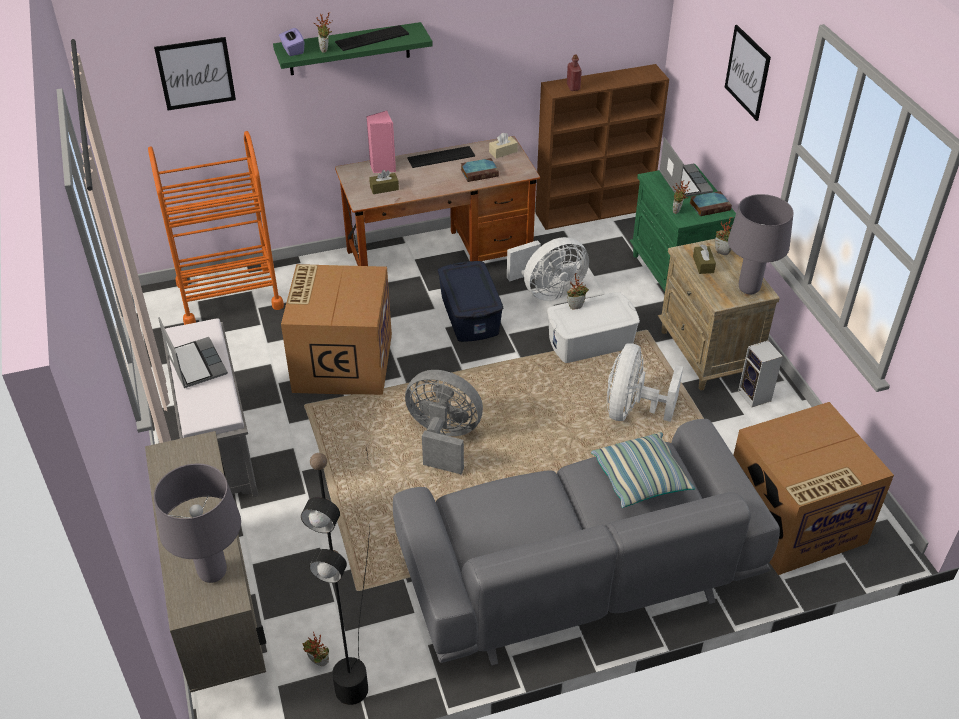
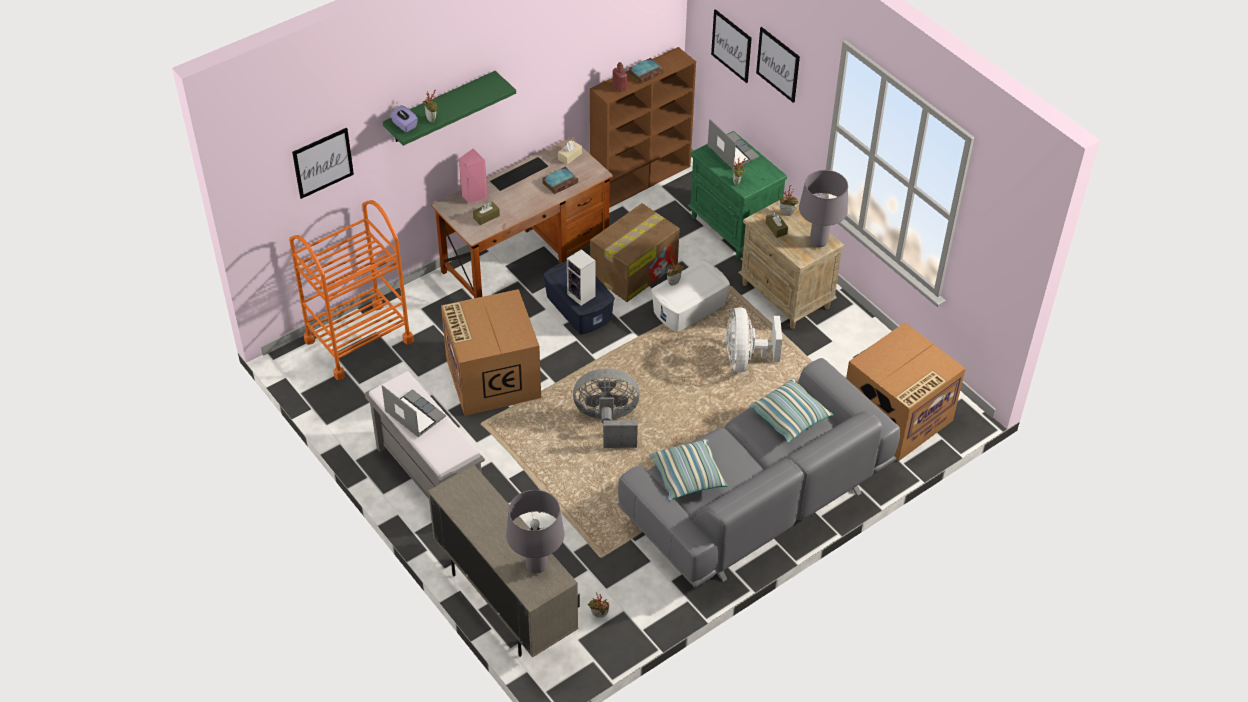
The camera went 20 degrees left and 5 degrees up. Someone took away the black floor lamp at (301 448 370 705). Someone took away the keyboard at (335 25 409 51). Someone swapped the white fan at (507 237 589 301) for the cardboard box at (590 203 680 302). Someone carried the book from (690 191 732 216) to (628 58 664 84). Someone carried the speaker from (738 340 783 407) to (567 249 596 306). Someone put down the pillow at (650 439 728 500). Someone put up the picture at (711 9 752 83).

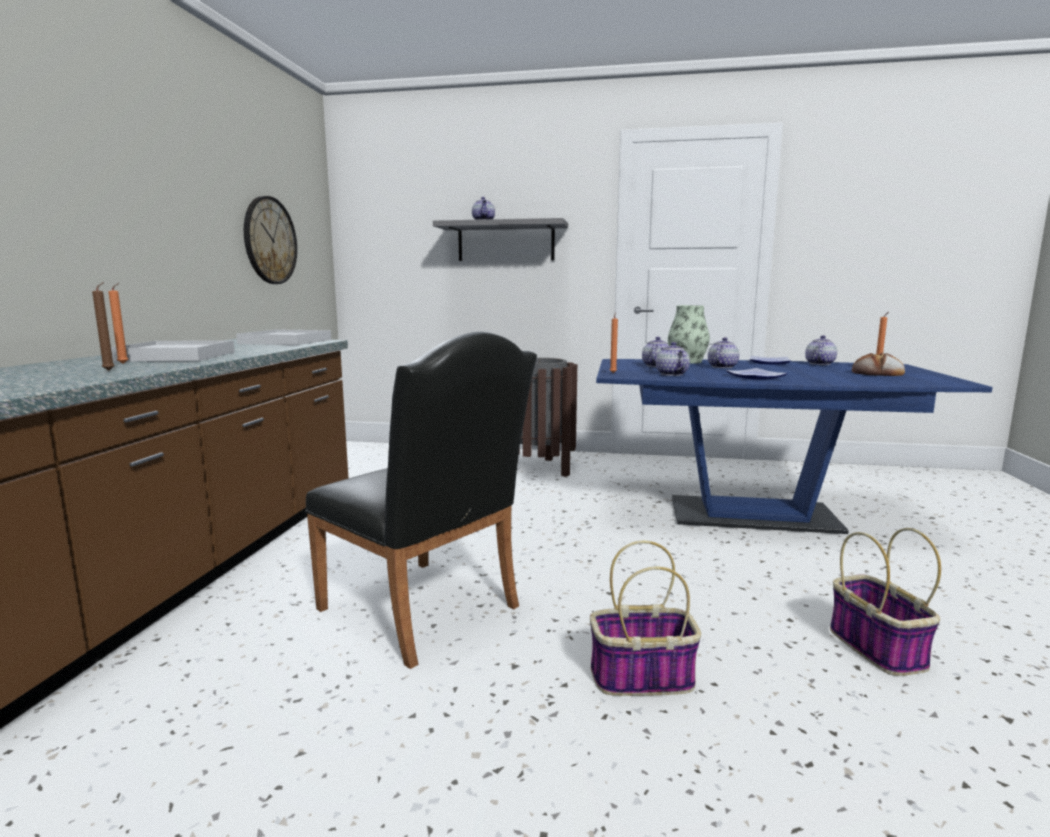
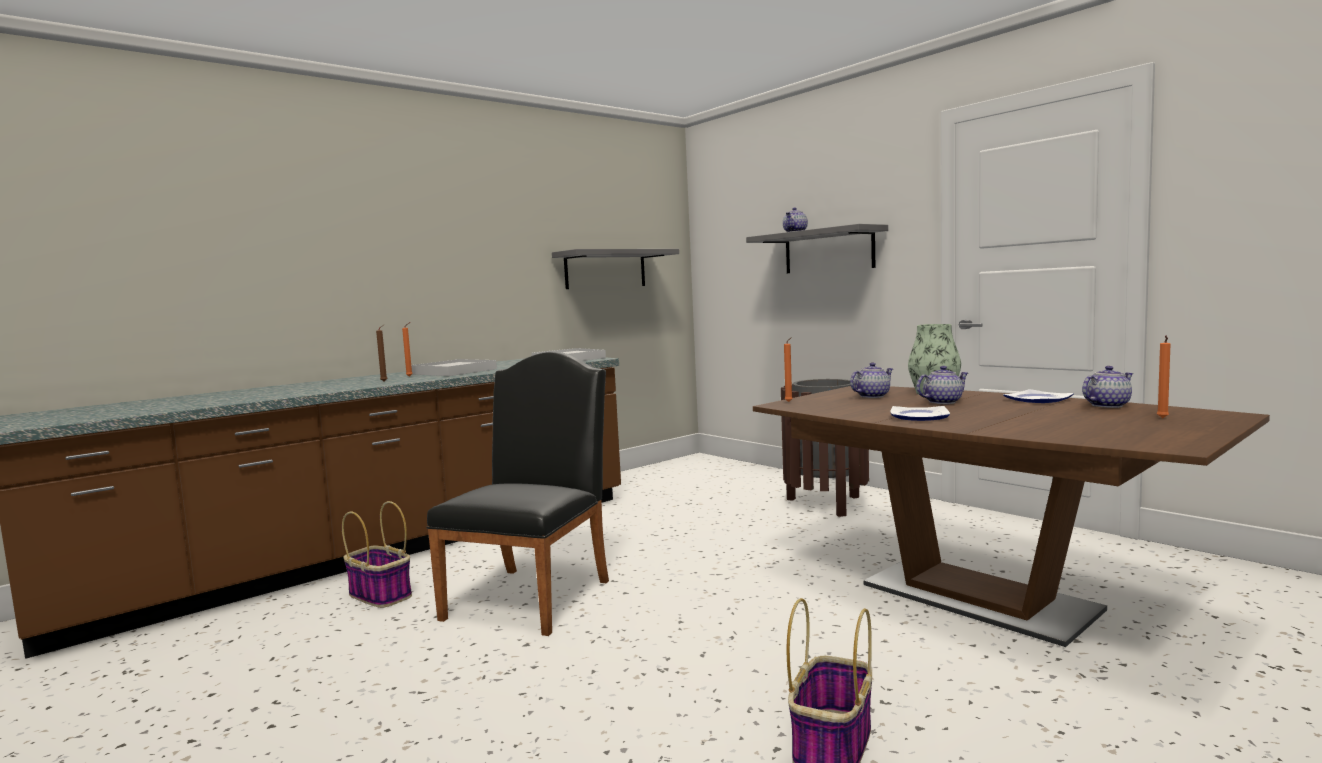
The camera went 40 degrees right and 5 degrees down. Someone swapped the wall clock at (244 196 297 284) for the grey shelf at (552 249 679 289). Someone rotated the black chair at (305 332 537 669) by 150 degrees counterclockwise. Someone carried the basket from (590 541 701 696) to (342 501 412 608). Someone repainted the blue dining table at (596 359 993 534), which became the brown dining table at (753 385 1270 647). Someone took away the teapot at (656 342 690 376). Someone took away the bread at (852 353 905 376).

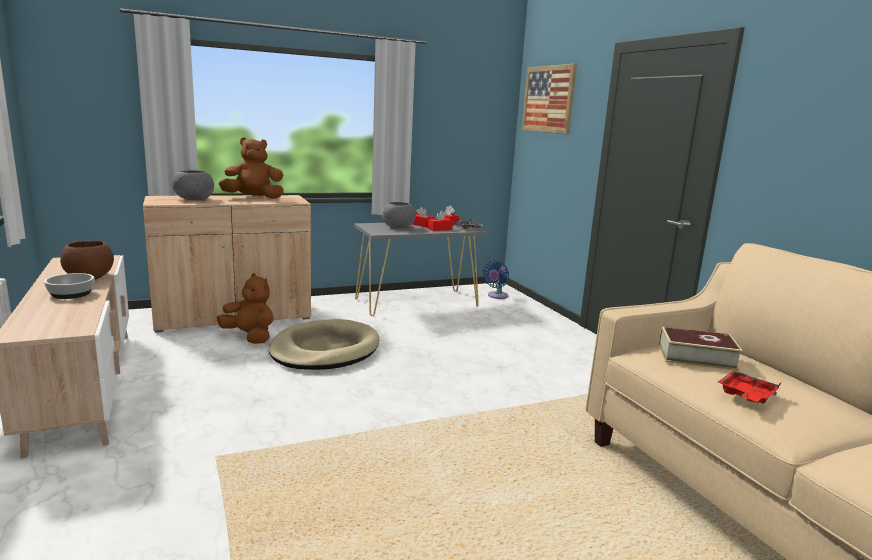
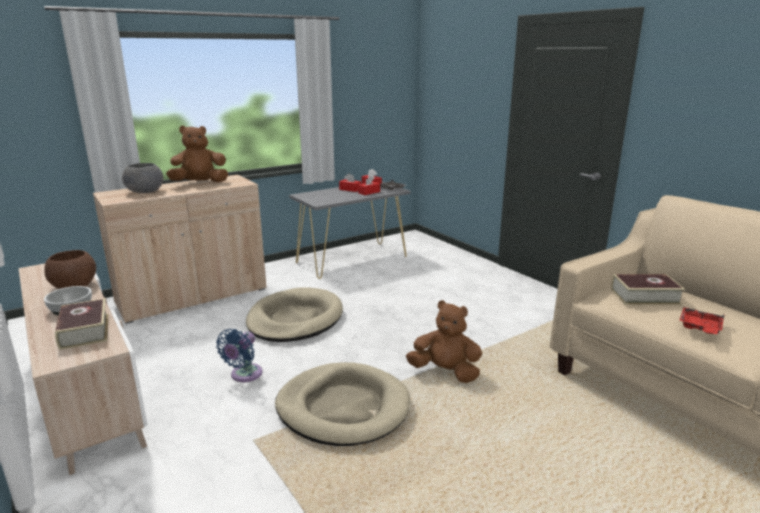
The camera went 10 degrees left and 5 degrees up. Someone carried the brown plush toy from (217 273 274 344) to (406 300 482 383). Someone took away the grey bowl at (382 202 416 229). Someone carried the blue fan from (483 260 509 299) to (216 329 262 382). Someone took away the picture at (522 64 577 135). Someone put down the book at (55 298 109 350). Someone put down the beige dog bed at (275 362 410 446).

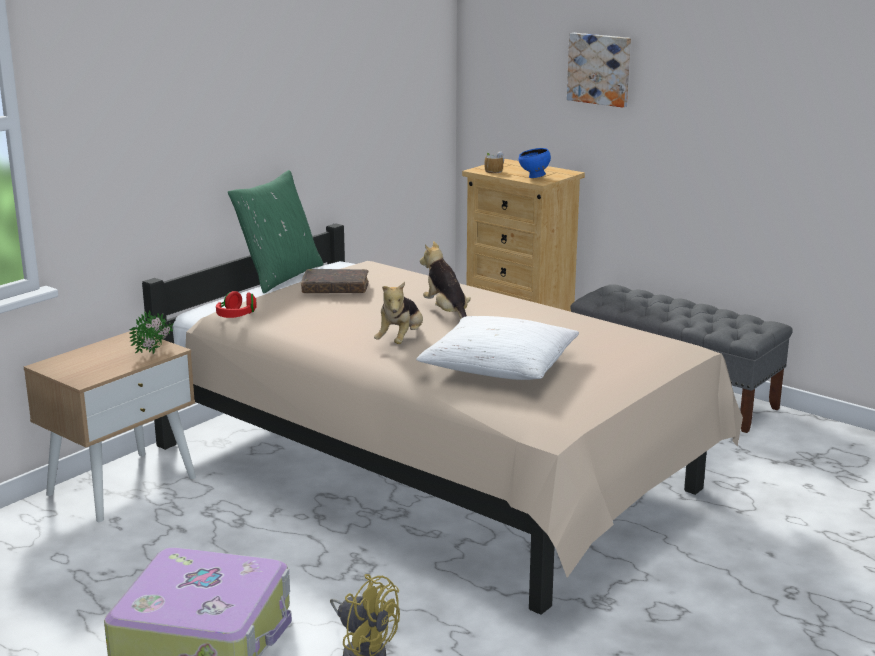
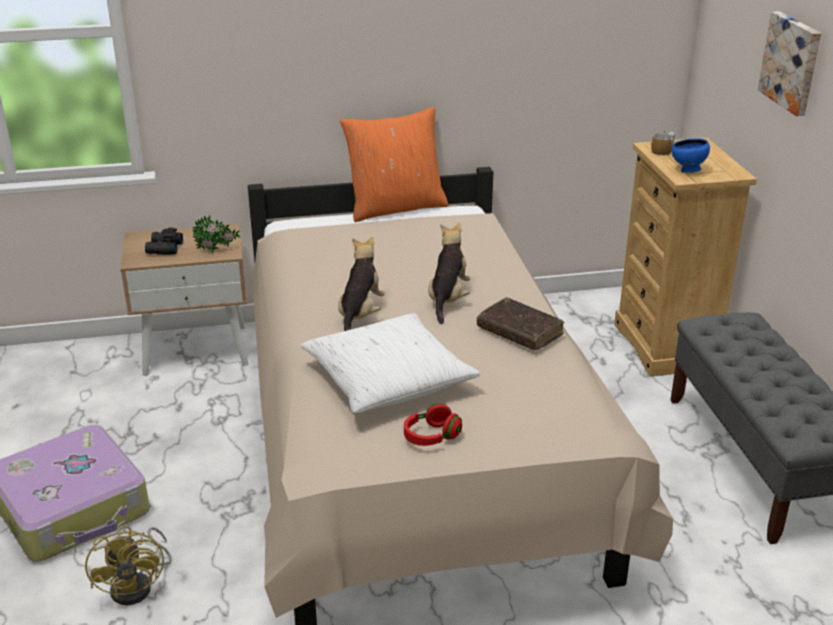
The camera went 40 degrees right and 10 degrees up. Someone carried the red headphones from (216 291 257 318) to (404 403 462 446). Someone repainted the green pillow at (228 170 323 293), which became the orange pillow at (340 107 448 222). Someone carried the brown book from (301 269 369 293) to (477 297 564 351). Someone rotated the plush toy at (374 282 423 344) by 135 degrees clockwise. Someone put down the black binoculars at (145 228 183 255).

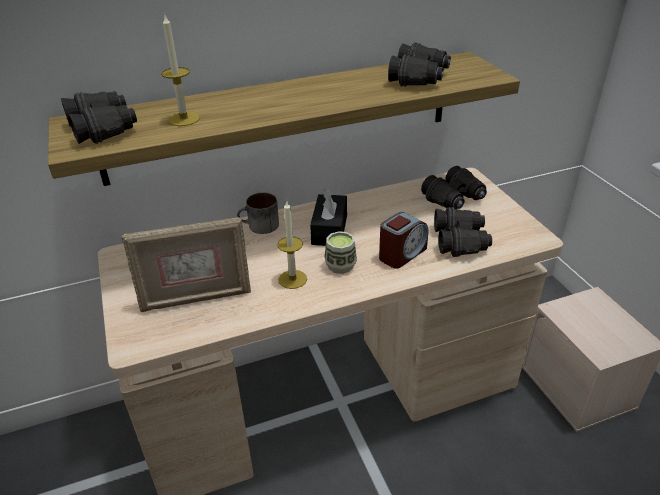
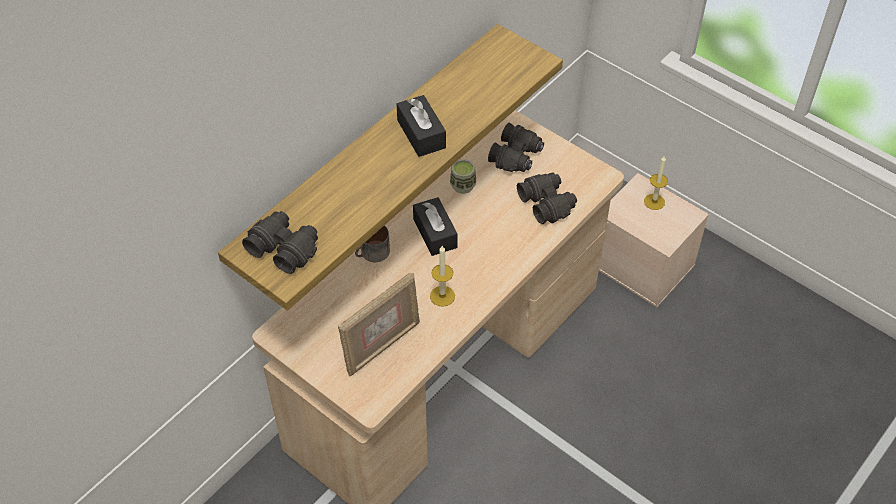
The camera went 30 degrees left and 15 degrees up. Someone carried the candle from (161 15 200 126) to (644 155 668 210). Someone carried the cup from (325 231 357 274) to (450 159 476 194). Someone took away the alarm clock at (379 212 428 269). Someone took away the black binoculars at (388 43 451 87). Someone put down the black tissue box at (397 95 446 157).

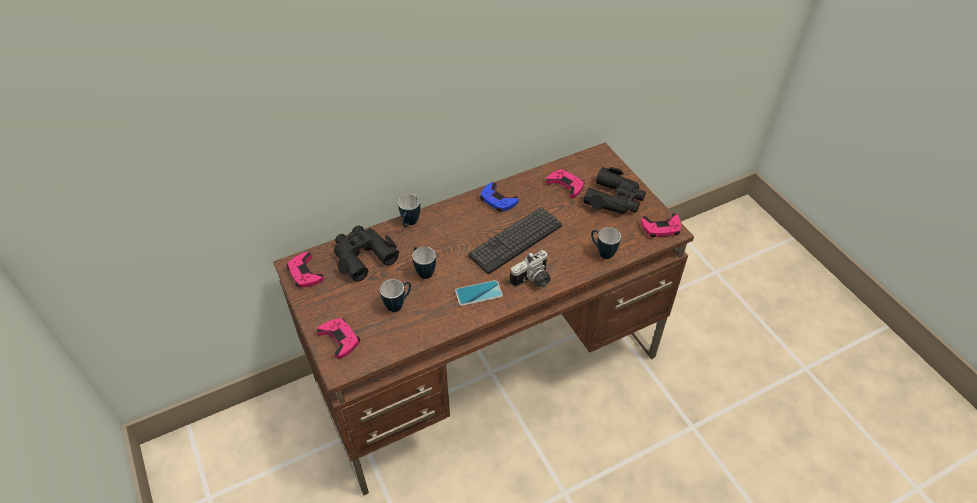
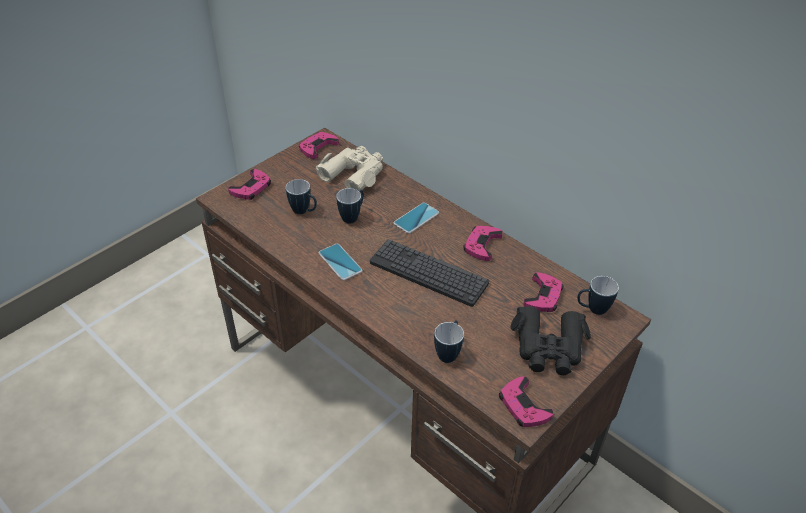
The camera went 70 degrees right and 5 degrees down. Someone repainted the black binoculars at (334 225 399 282), which became the beige binoculars at (315 146 383 191). Someone carried the mug from (398 194 420 227) to (577 276 619 315). Someone repainted the blue game controller at (480 182 519 212), which became the pink game controller at (463 226 503 261). Someone took away the photo camera at (510 250 551 288). Someone put down the phone at (393 202 439 234).

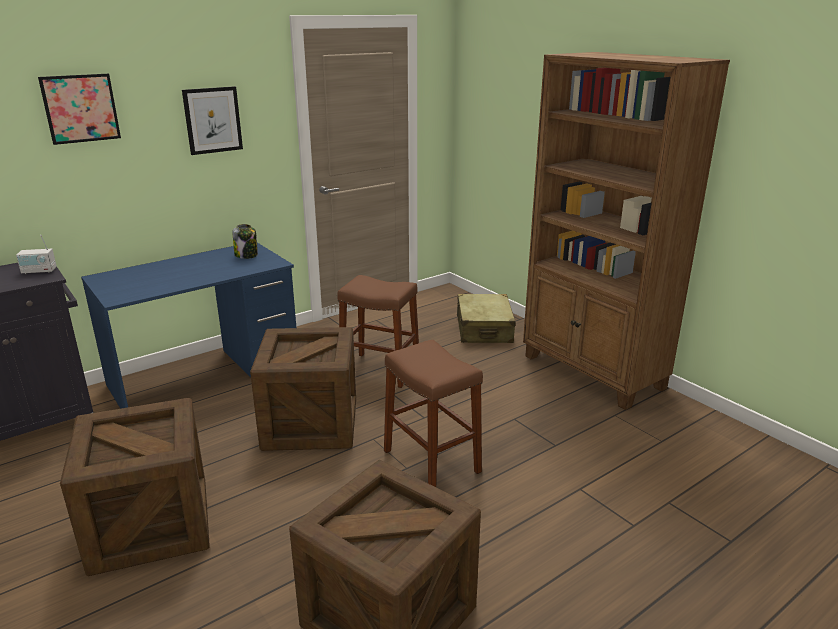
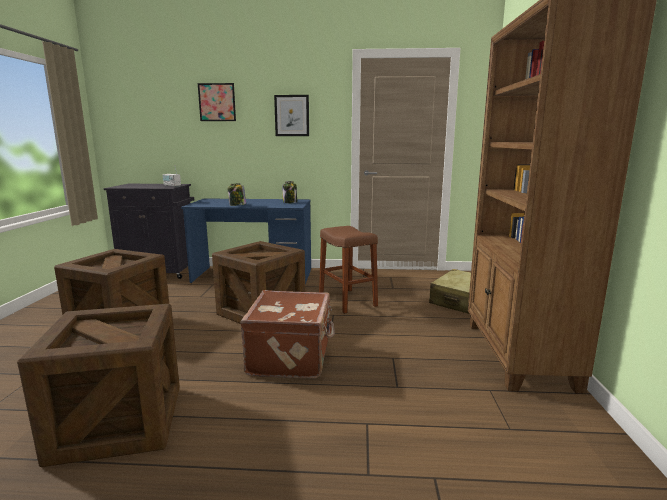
The camera went 40 degrees right and 10 degrees down. Someone swapped the brown stool at (384 340 483 487) for the brown suitcase at (240 290 335 379). Someone put down the jar at (227 183 246 206).

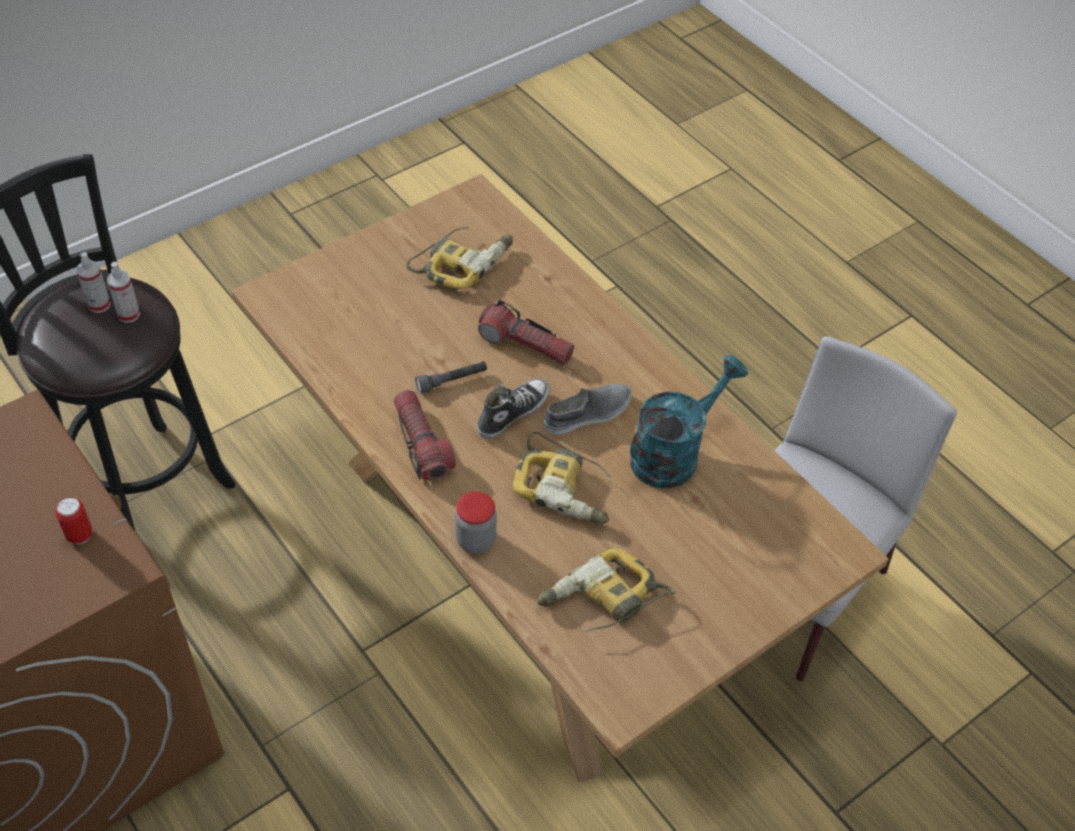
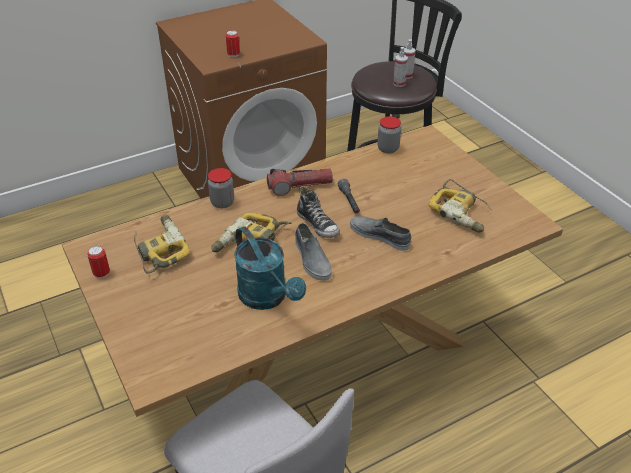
The camera went 100 degrees right and 10 degrees down. Someone swapped the flashlight at (478 300 574 365) for the grey shoe at (350 216 411 251). Someone put down the can at (87 246 110 278). Someone put down the jar at (378 116 401 153).

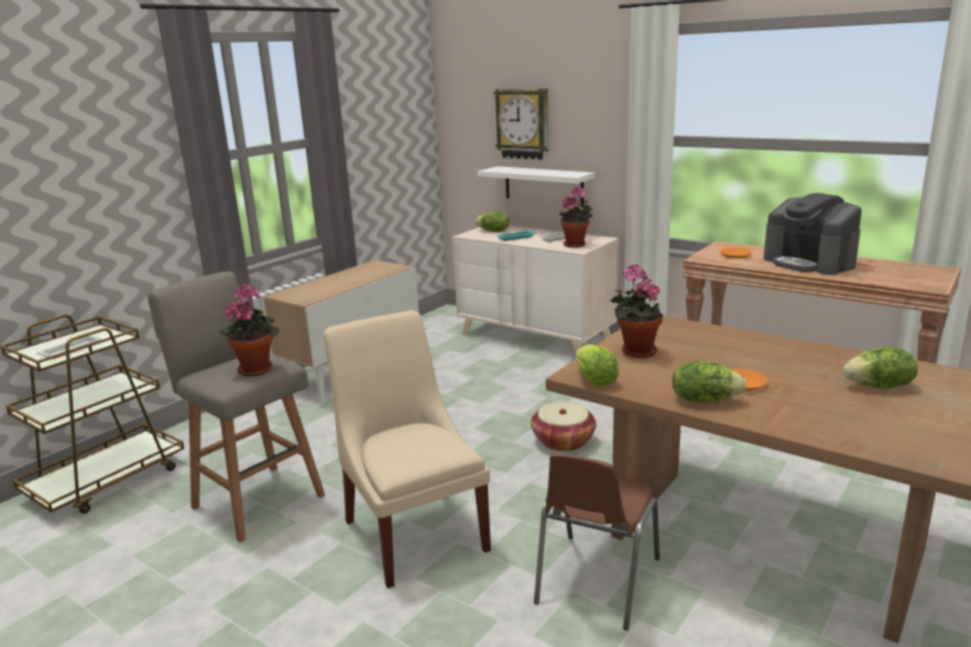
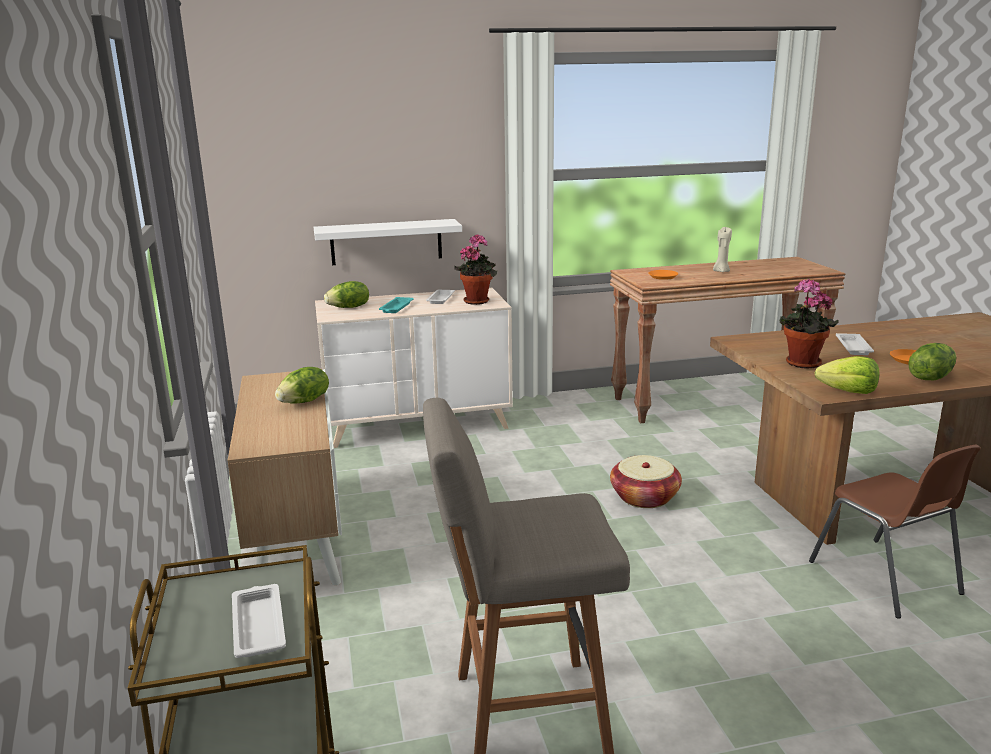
The camera went 50 degrees left and 0 degrees up. Someone took away the potted plant at (219 284 279 376). Someone took away the beige chair at (323 310 491 588). Someone took away the wall clock at (493 88 549 160). Someone swapped the coffee machine at (764 193 862 275) for the beige candle at (713 227 732 272). Someone carried the lettuce from (843 347 918 388) to (275 367 329 404). Someone put down the white tray at (836 333 874 355).

